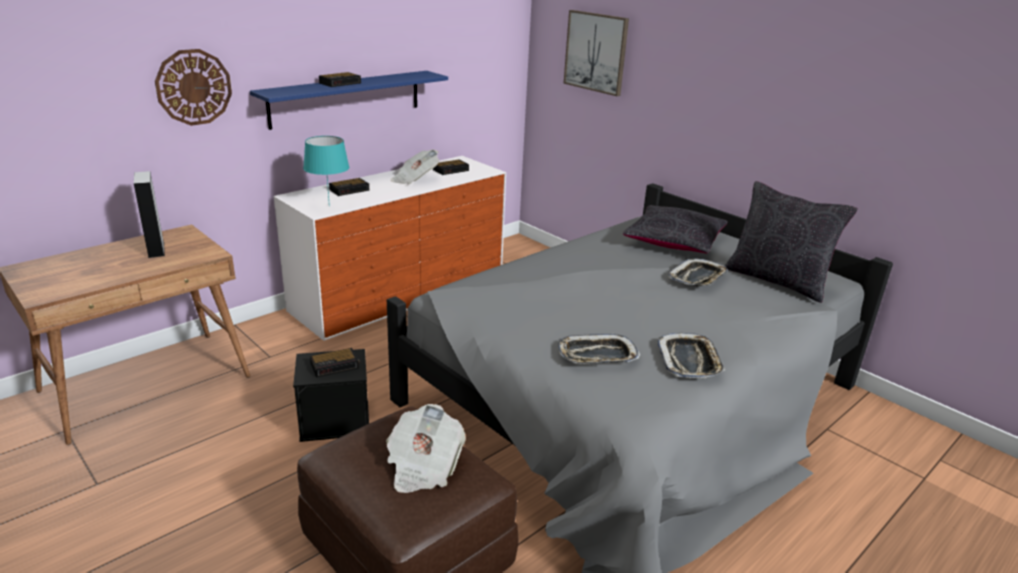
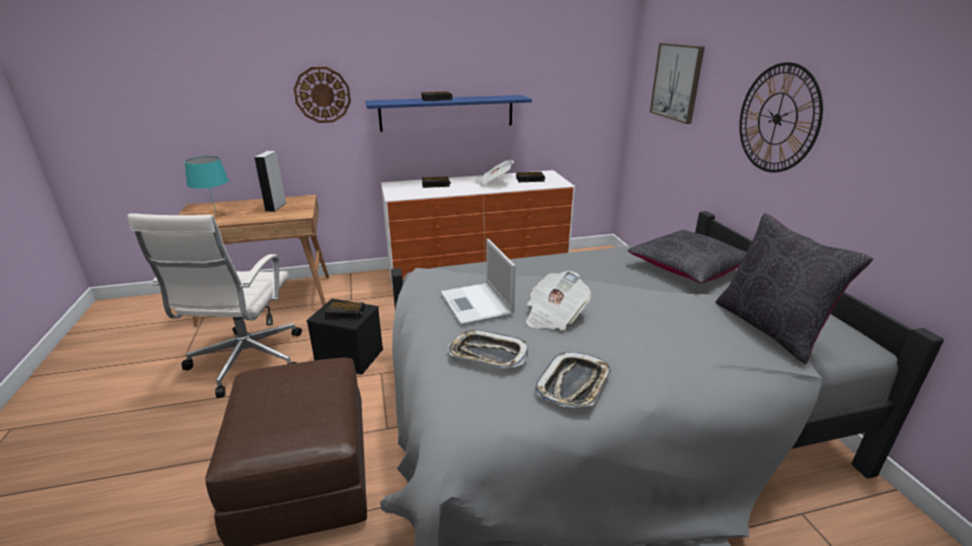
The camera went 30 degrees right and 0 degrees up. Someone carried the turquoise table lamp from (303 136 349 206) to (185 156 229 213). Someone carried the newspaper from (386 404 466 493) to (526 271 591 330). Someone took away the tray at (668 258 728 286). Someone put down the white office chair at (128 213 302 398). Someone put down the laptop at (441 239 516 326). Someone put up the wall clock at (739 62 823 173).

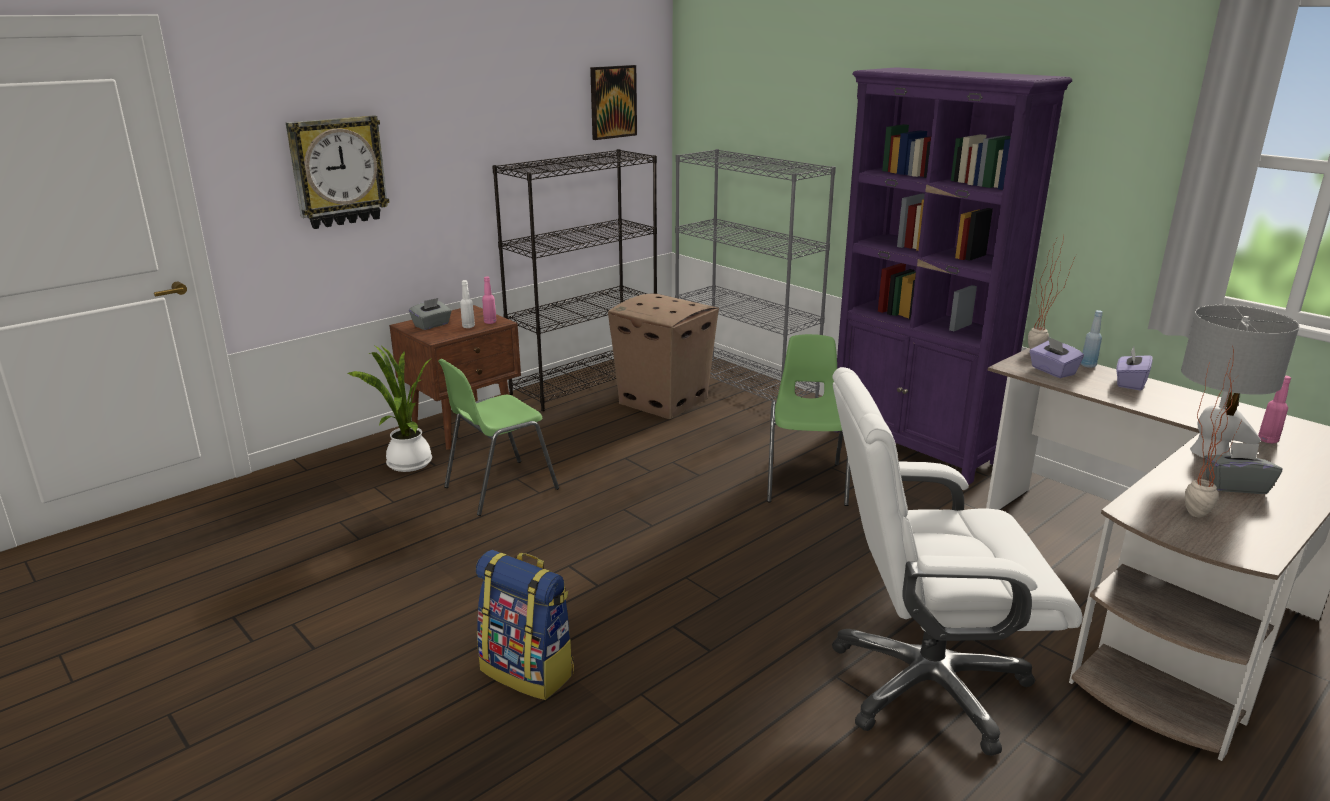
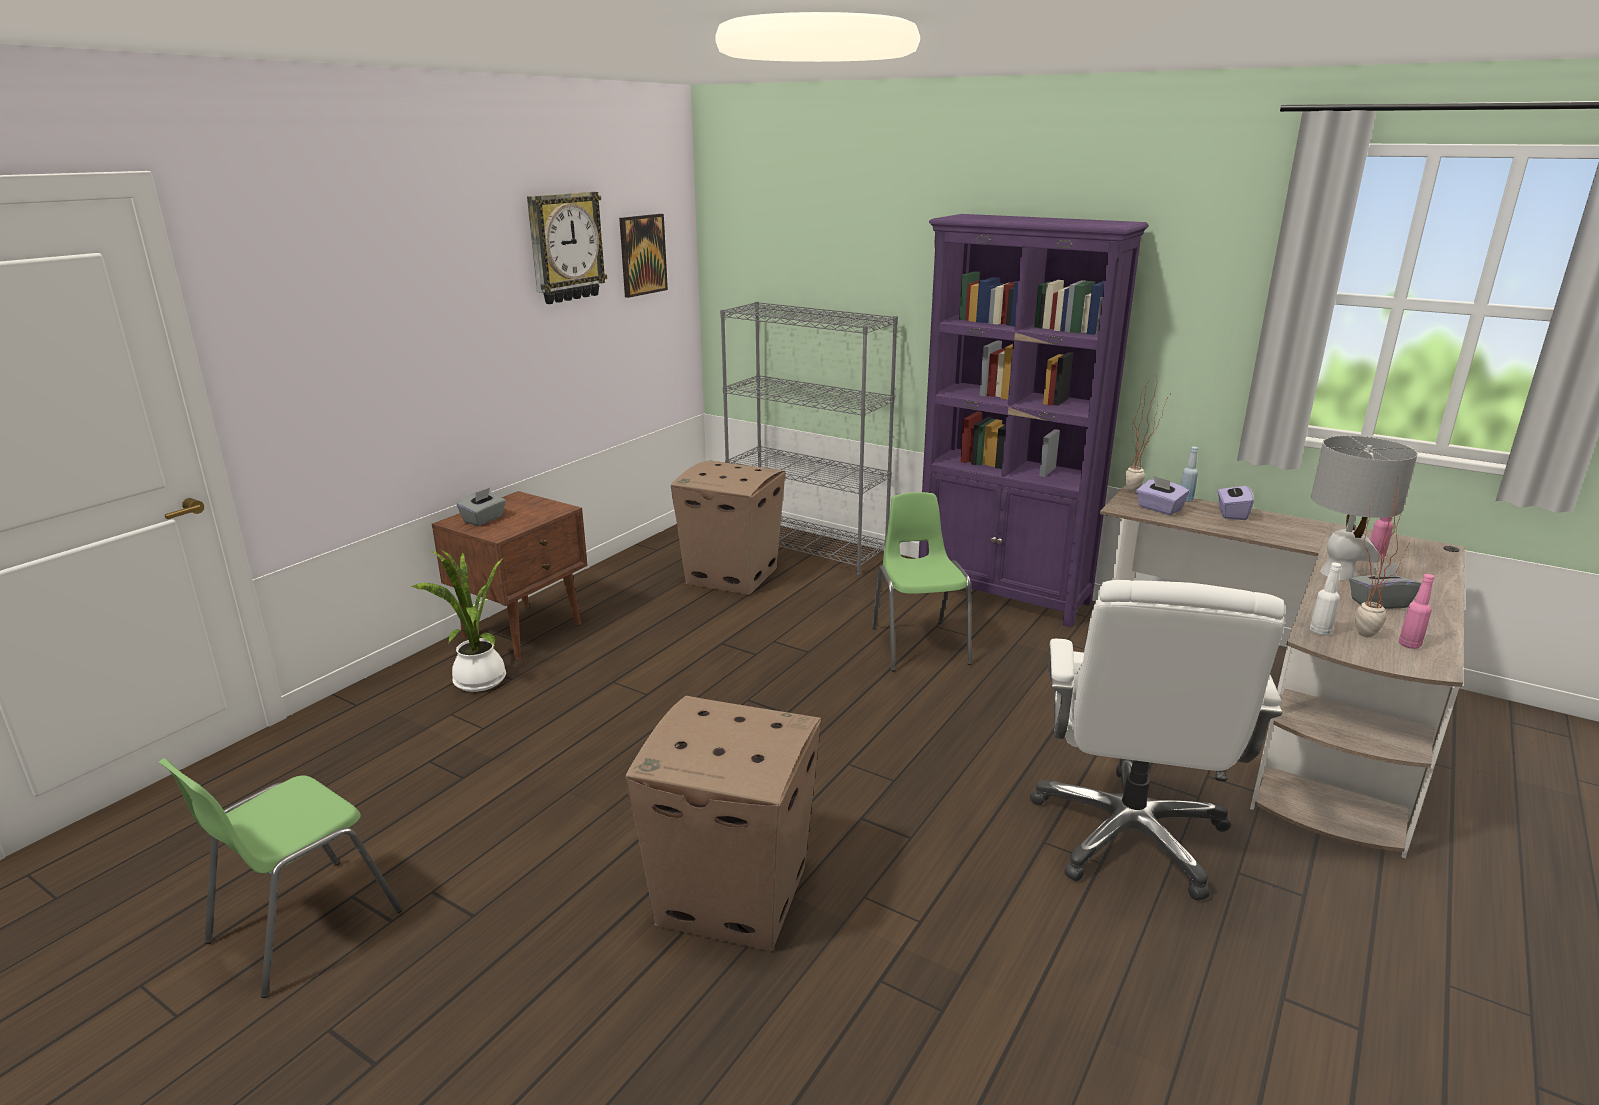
The camera went 15 degrees left and 0 degrees up. Someone carried the wall clock from (286 115 390 229) to (527 192 607 304). Someone carried the green chair from (438 359 559 516) to (158 758 402 998). Someone carried the white bottle from (460 280 475 328) to (1310 563 1341 636). Someone swapped the backpack at (476 550 574 700) for the cardboard box at (625 696 821 951). Someone carried the pink bottle from (482 276 497 324) to (1399 574 1434 649). Someone took away the black bookcase at (492 149 657 411). Someone rotated the white office chair at (832 367 1083 756) by 60 degrees counterclockwise.

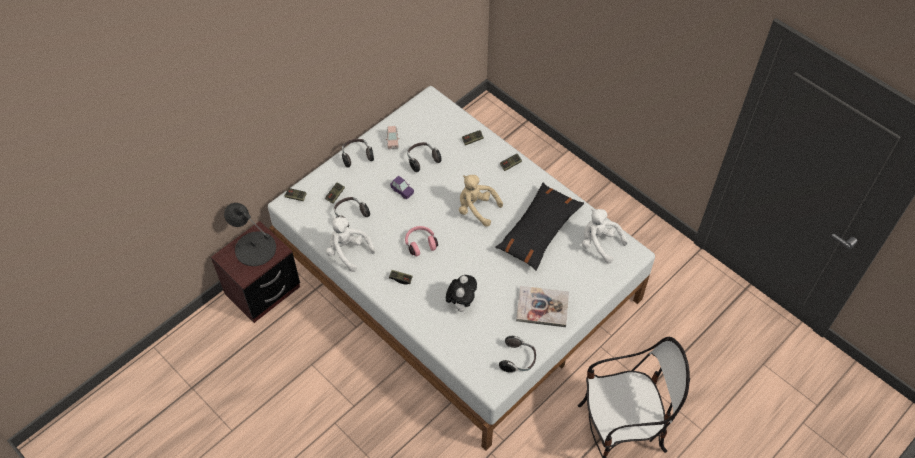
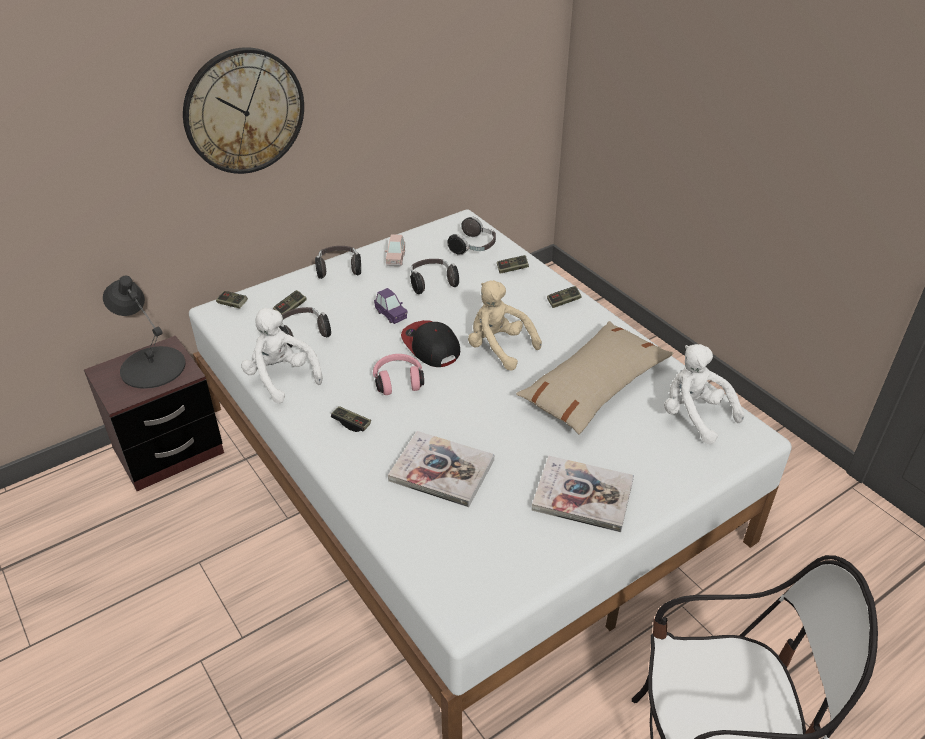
The camera went 10 degrees right and 15 degrees down. Someone swapped the plush toy at (446 275 477 312) for the book at (388 431 494 507). Someone repainted the black pillow at (495 183 584 271), which became the beige pillow at (516 321 673 435). Someone carried the headphones from (499 336 536 373) to (447 217 496 256). Someone put up the wall clock at (183 47 304 174). Someone put down the cap at (401 320 460 367).

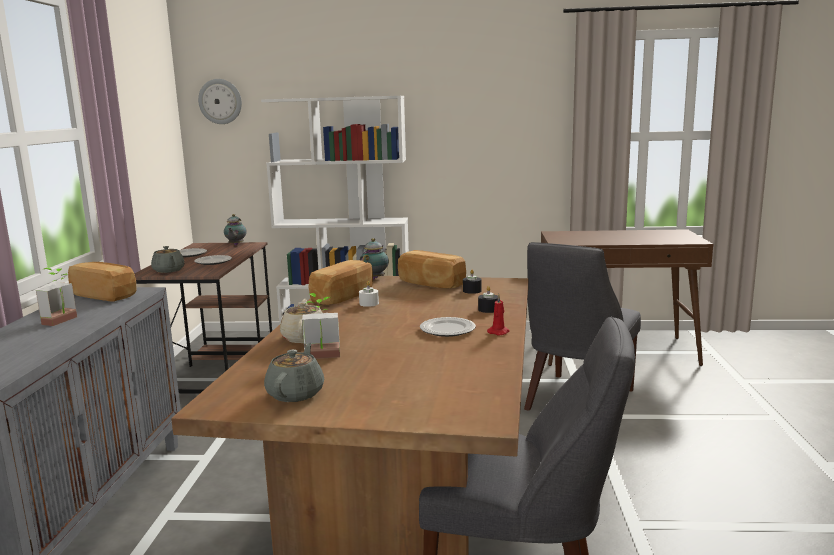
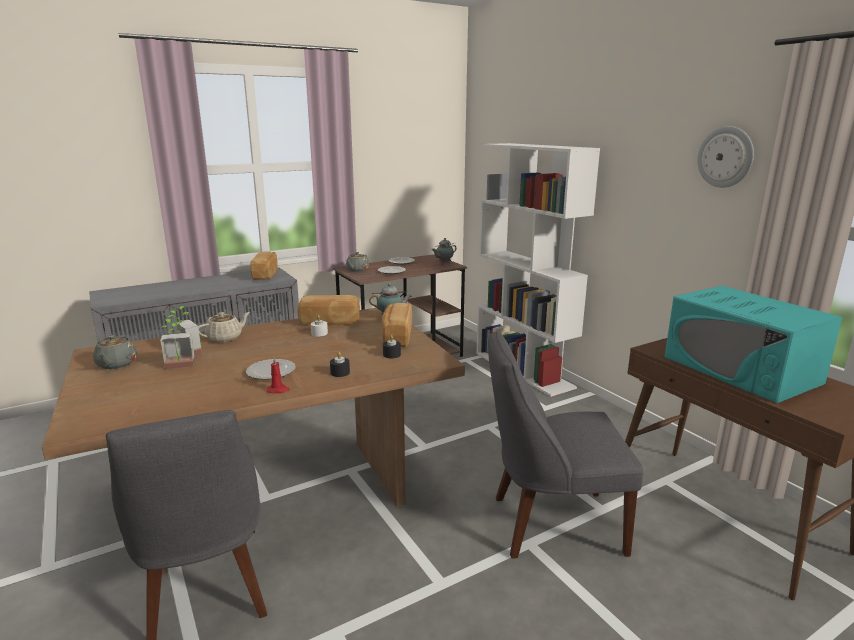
The camera went 55 degrees right and 5 degrees up. Someone carried the potted plant from (36 268 77 326) to (160 319 195 369). Someone carried the wall clock from (198 79 242 124) to (697 126 754 188). Someone rotated the grey teapot at (264 343 324 402) by 105 degrees clockwise. Someone put down the turquoise microwave at (664 286 843 403).

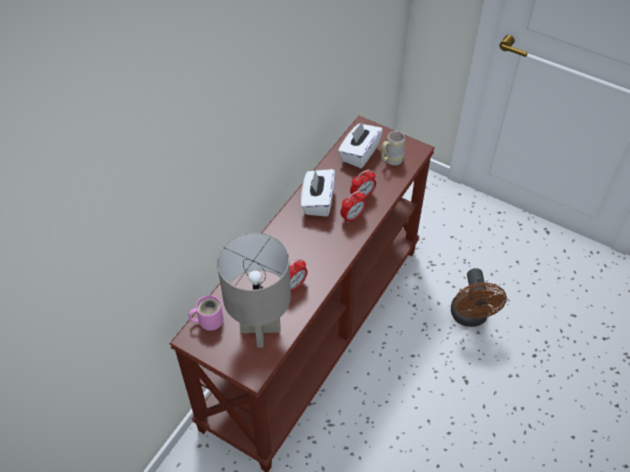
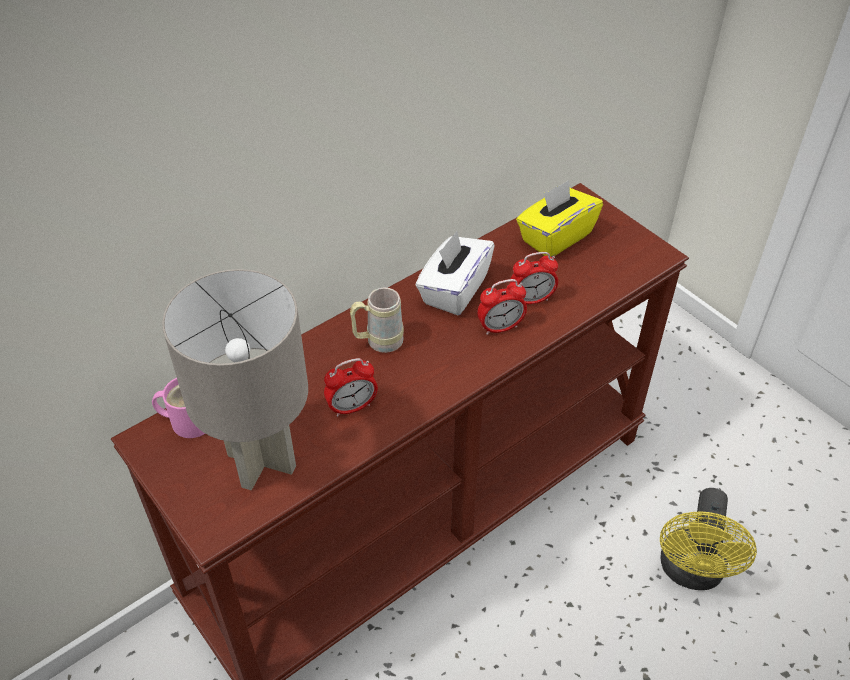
The camera went 20 degrees right and 5 degrees down. Someone repainted the white tissue box at (338 122 383 168), which became the yellow tissue box at (516 180 603 257). Someone carried the beige mug from (381 131 405 165) to (350 288 404 353). Someone repainted the brown fan at (451 268 507 327), which became the yellow fan at (660 488 757 590).

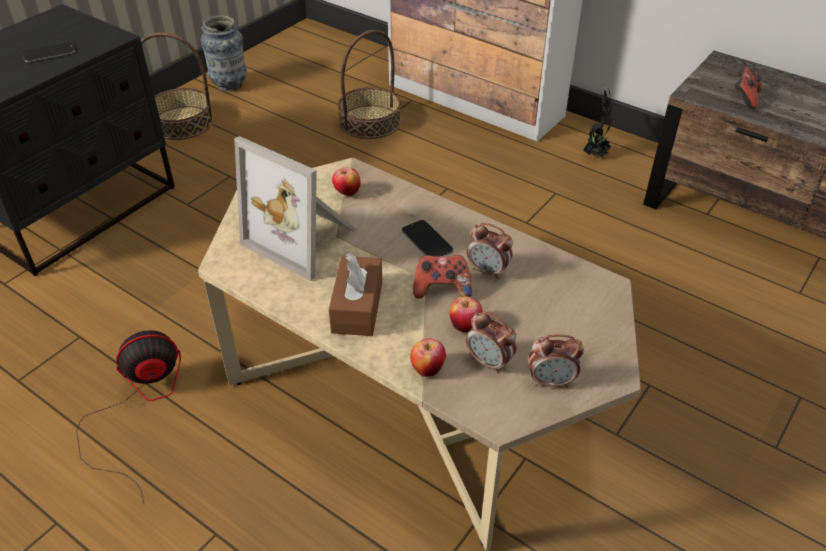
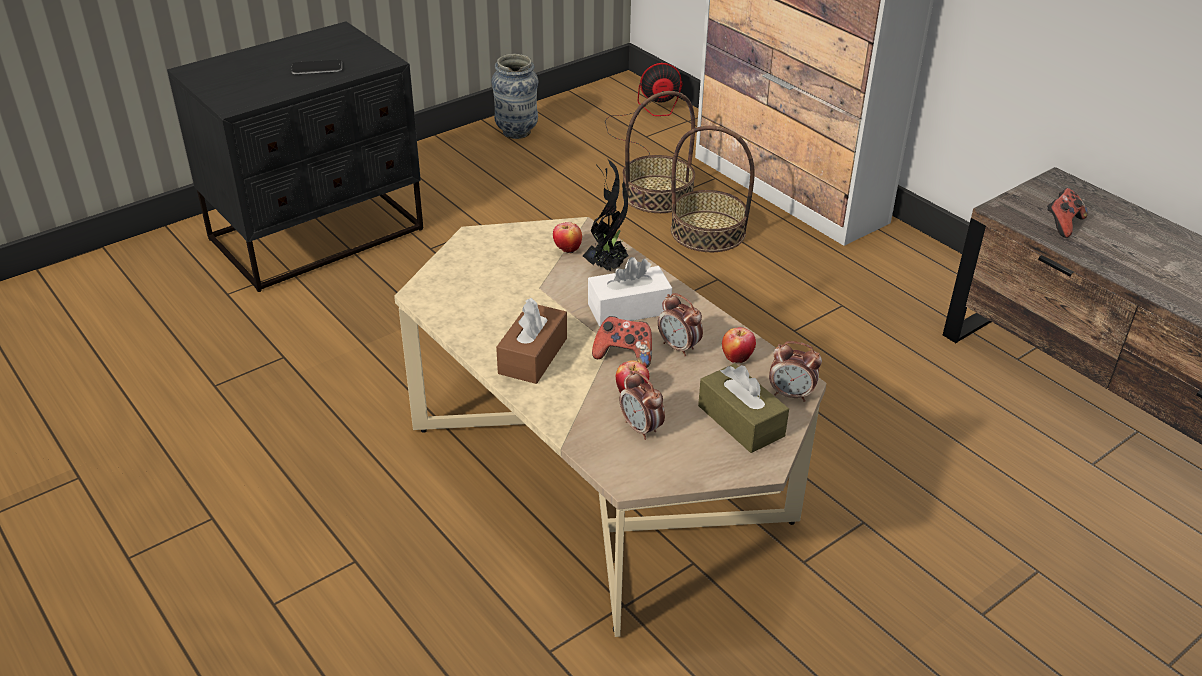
The camera went 15 degrees right and 5 degrees down. Someone carried the fan from (76 330 181 504) to (605 62 683 155). Someone carried the basket from (141 33 214 140) to (671 126 755 252). Someone took away the picture frame at (234 136 357 281). Someone swapped the phone at (402 220 453 257) for the white tissue box at (588 257 672 326). Someone carried the apple from (410 338 446 377) to (722 327 756 363). Someone carried the alarm clock from (529 334 584 387) to (769 341 822 402). Someone carried the potted plant from (583 84 612 157) to (583 159 629 271). Someone put down the brown tissue box at (698 363 789 453).

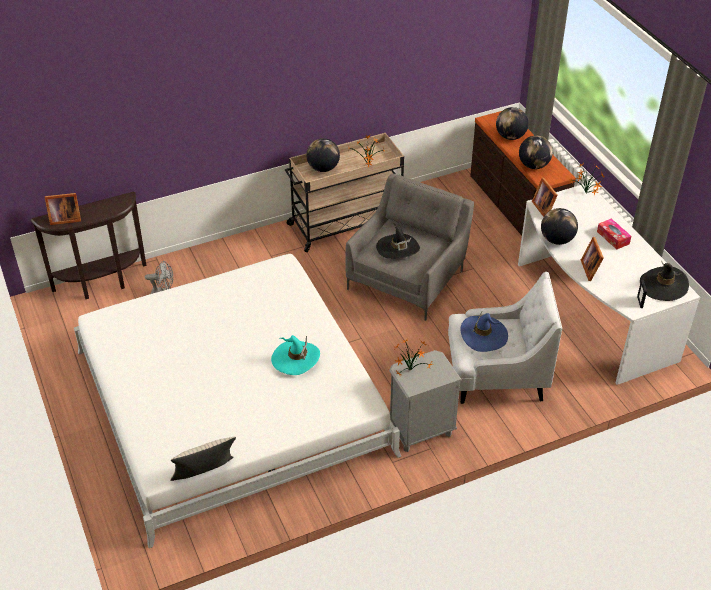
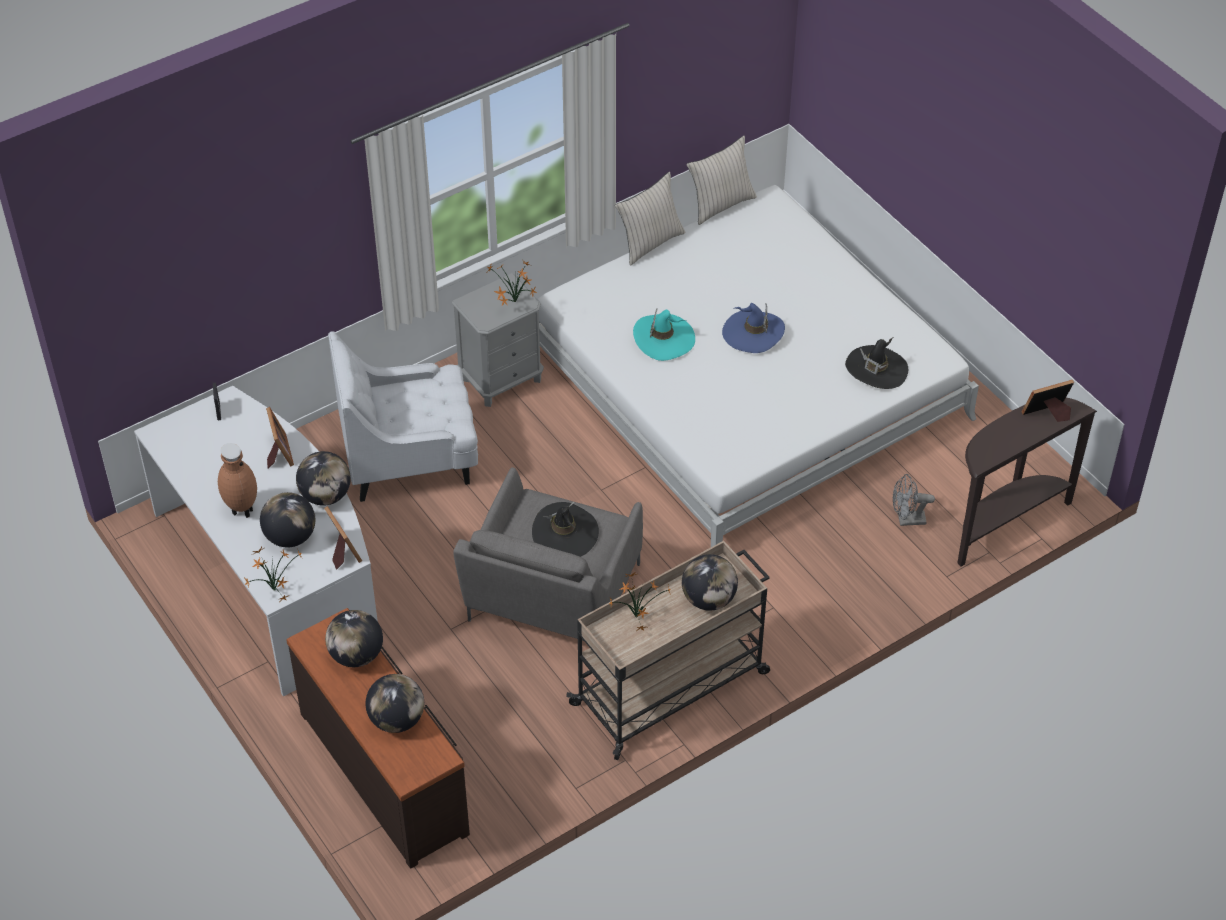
The camera went 170 degrees right and 5 degrees up. Someone carried the blue hat from (461 311 508 352) to (722 303 785 353). Someone swapped the tissue box at (597 218 631 250) for the brown vase at (218 443 257 518). Someone carried the black hat from (640 261 689 301) to (845 338 908 389). Someone put down the globe at (260 492 315 548). Someone put down the beige pillow at (615 172 685 265).

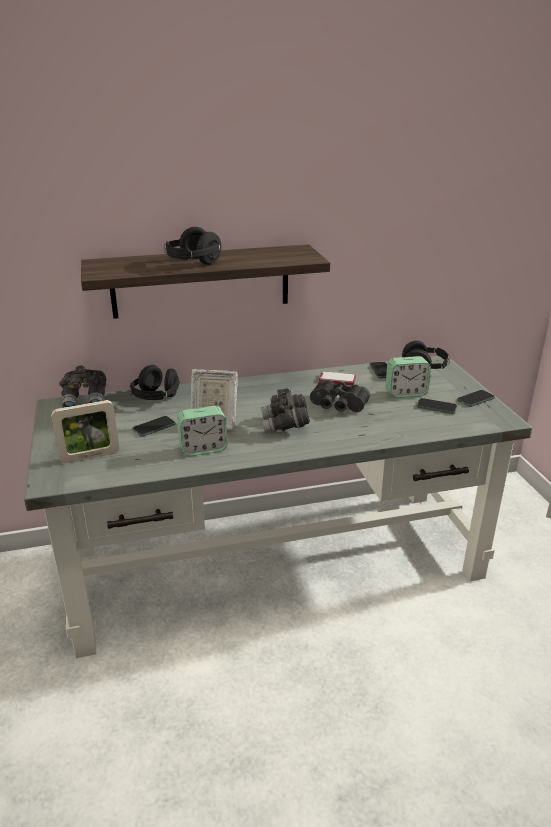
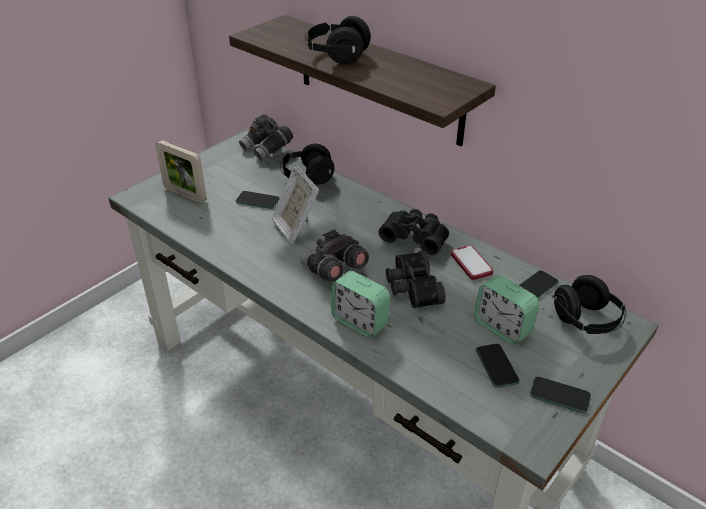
The camera went 55 degrees right and 10 degrees up. Someone carried the alarm clock from (177 406 228 456) to (331 271 390 338). Someone put down the black binoculars at (379 209 449 255).

